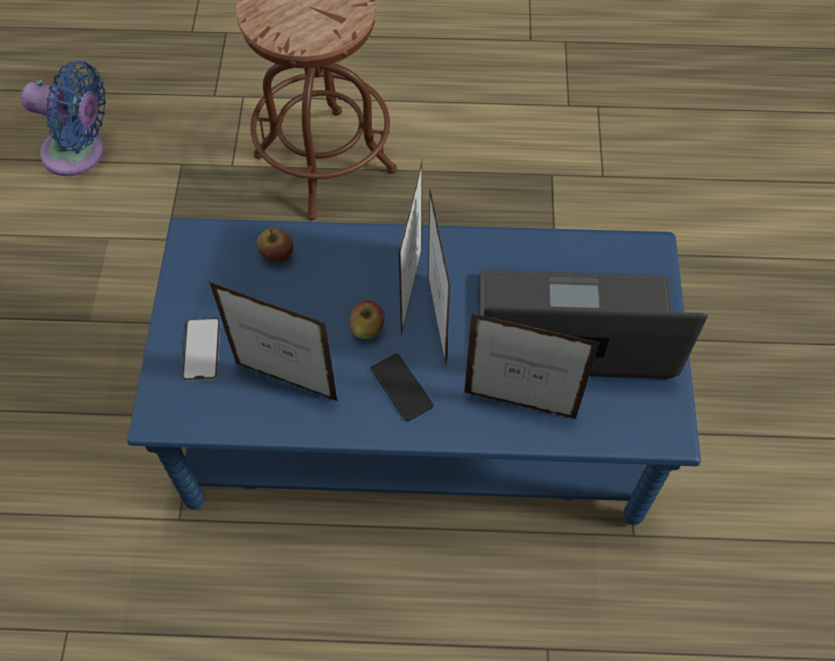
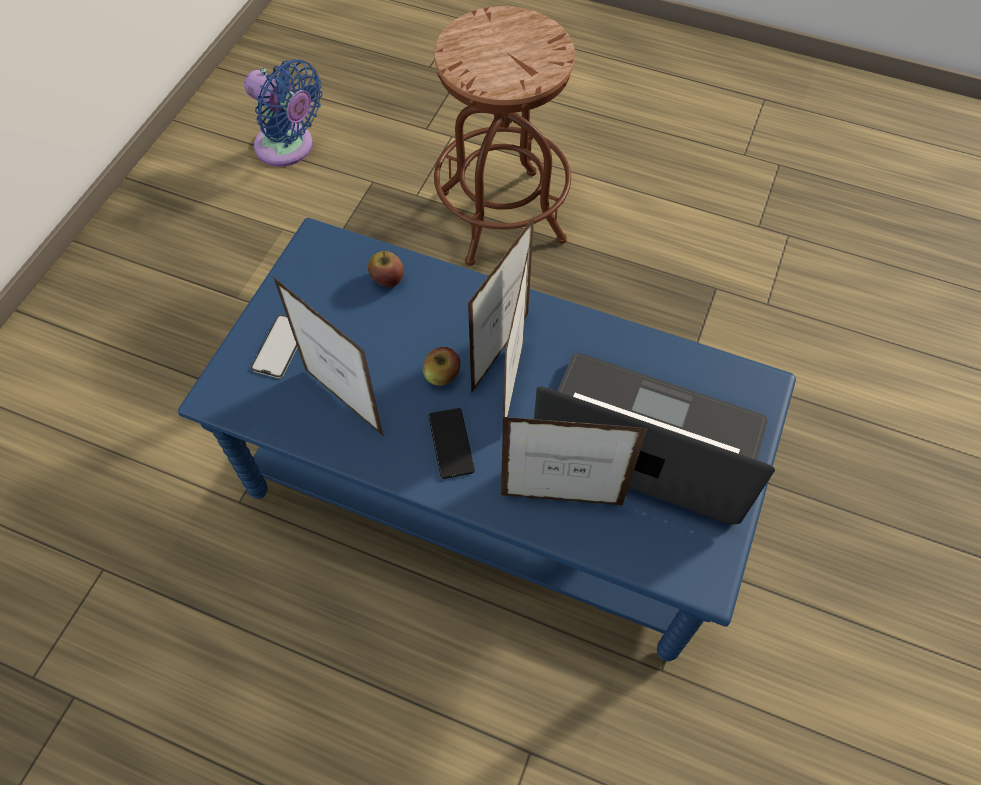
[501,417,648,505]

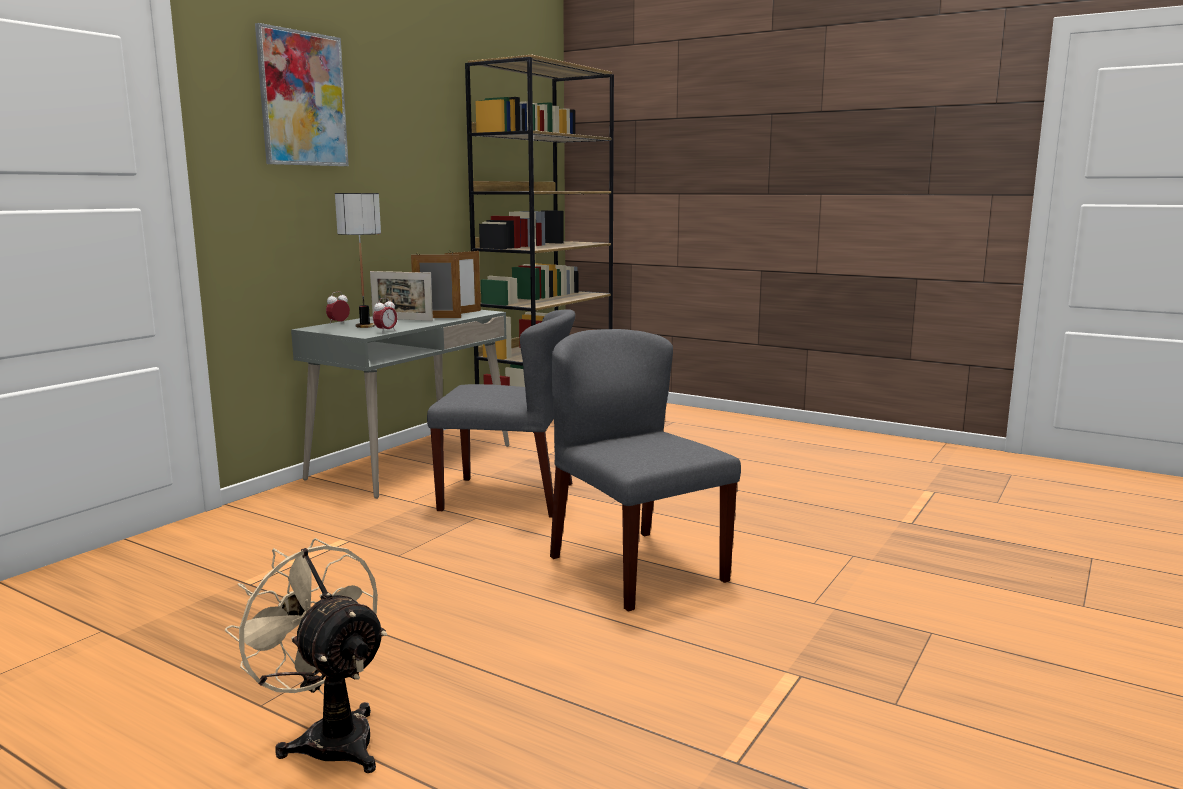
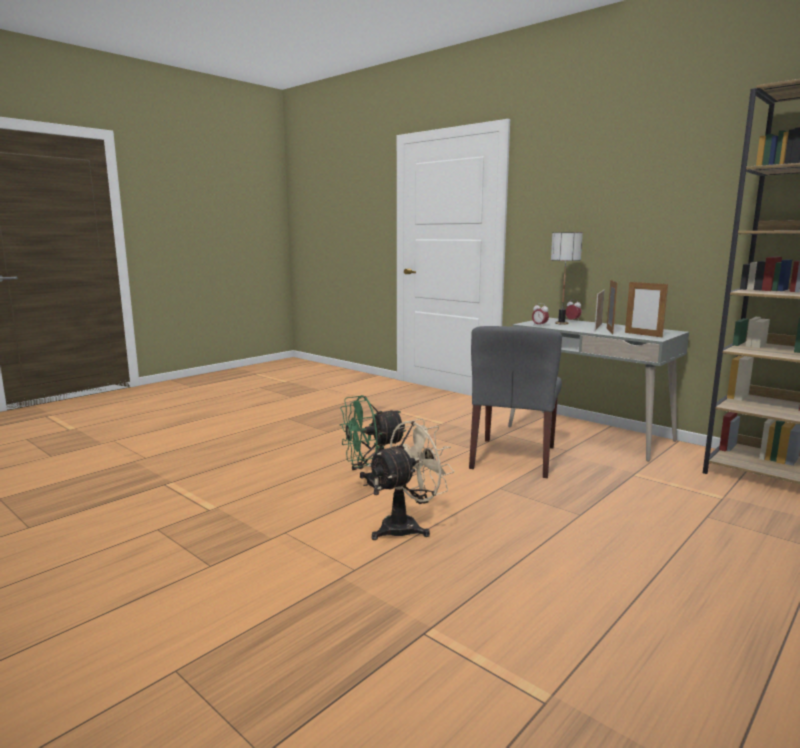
[255,23,349,166] (first image)
[367,418,455,540]
[340,395,407,495]

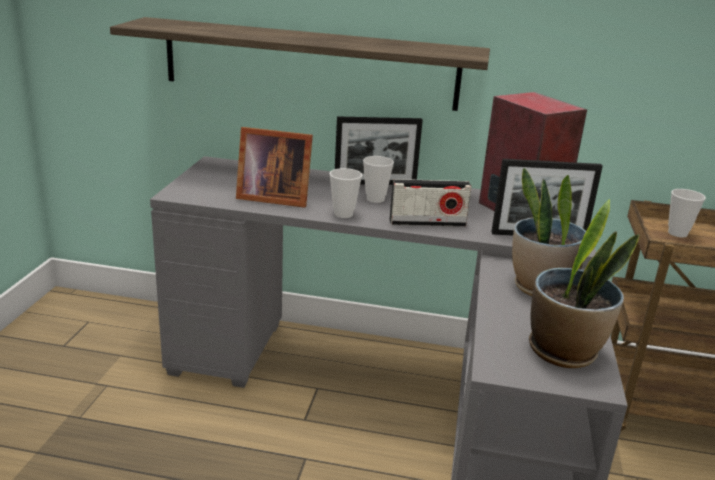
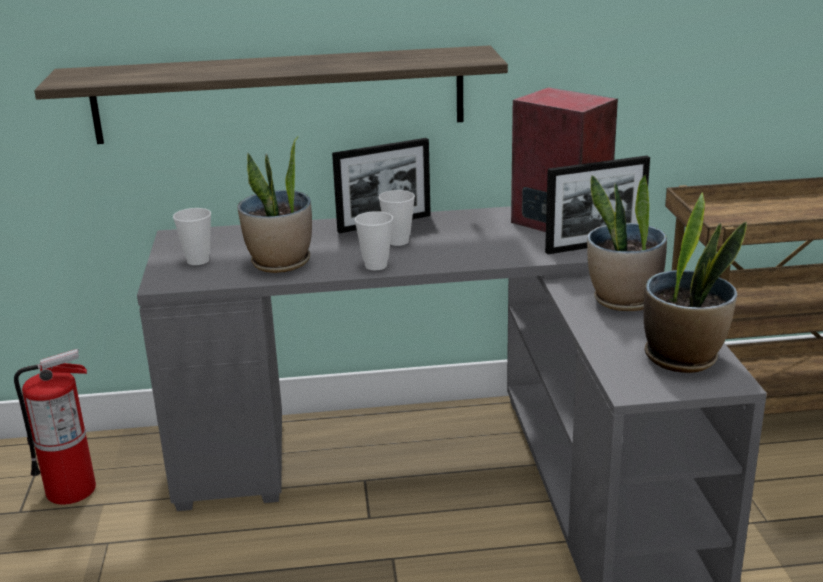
[390,179,472,227] (first image)
[14,349,96,505]
[173,208,211,265]
[237,136,312,273]

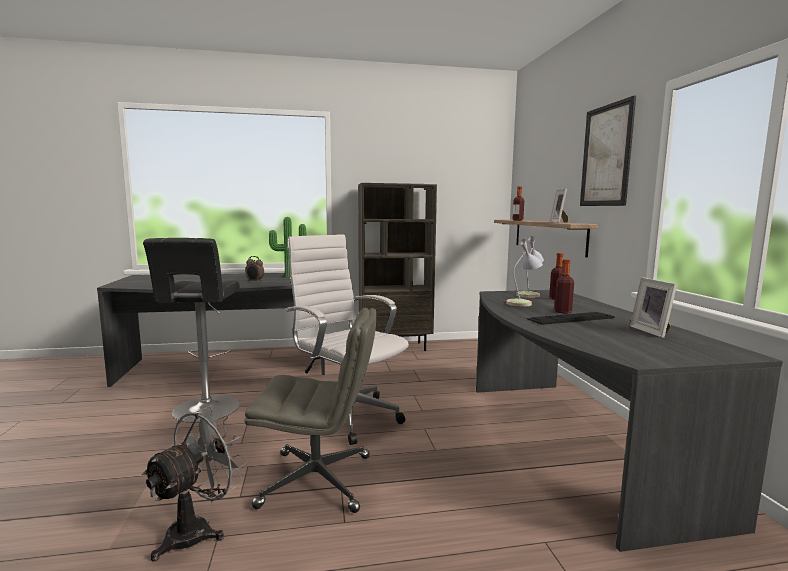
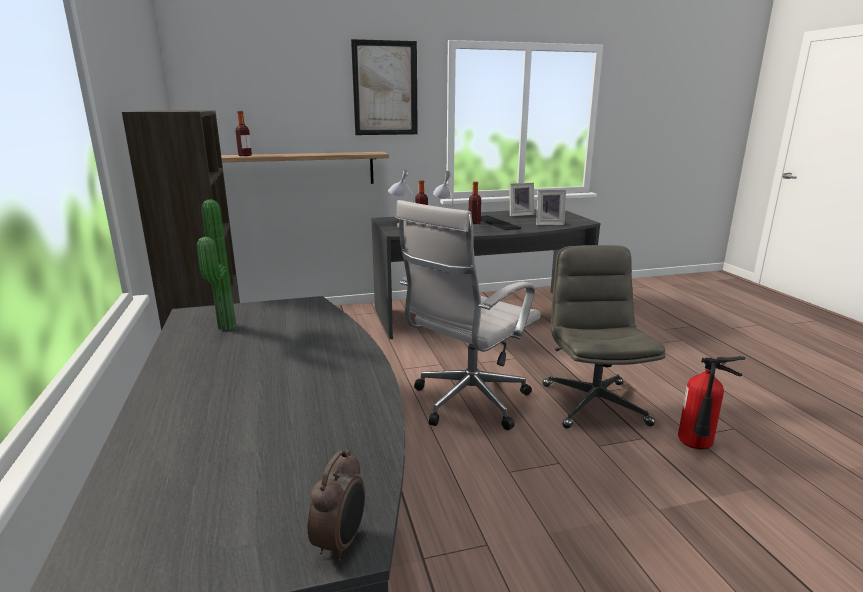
[143,238,240,423] (first image)
[308,450,365,562]
[536,190,566,225]
[678,356,745,450]

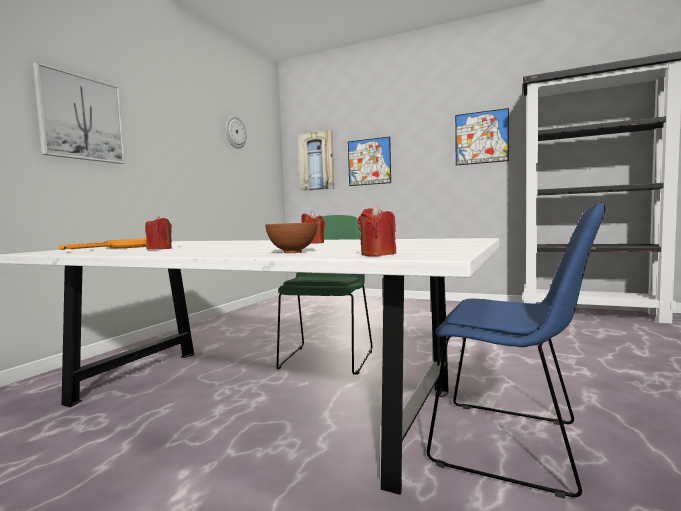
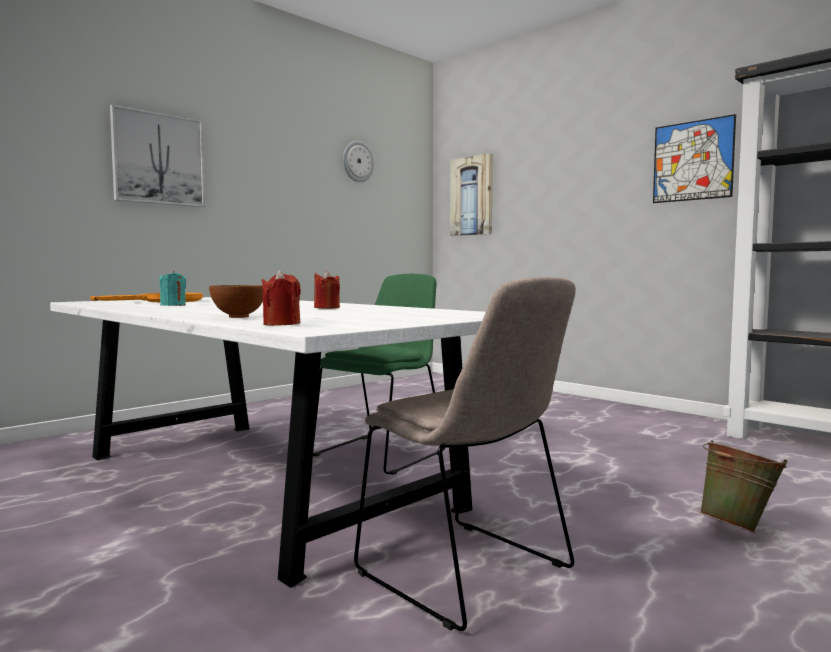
[348,137,391,186] (first image)
[699,440,787,533]
[160,270,186,306]
[354,277,576,631]

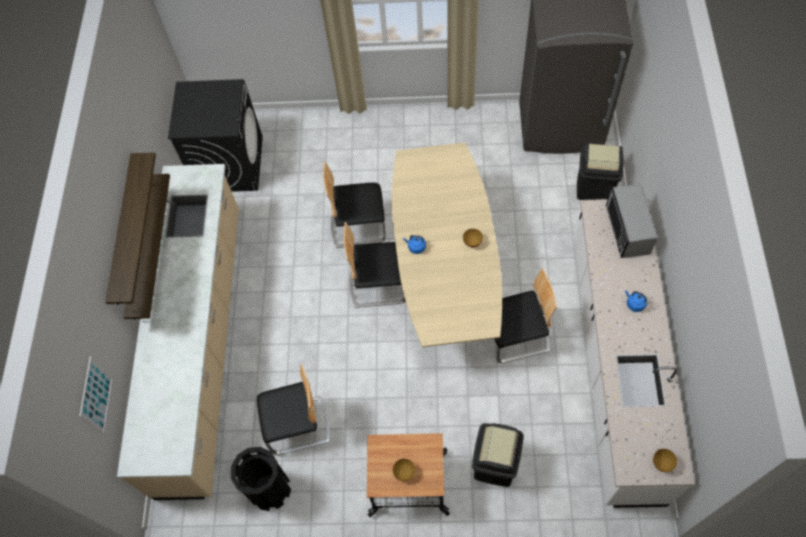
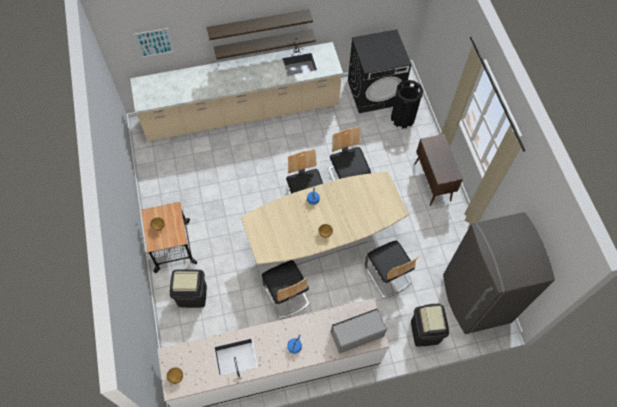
[415,134,463,206]
[391,80,423,128]
[365,240,420,298]

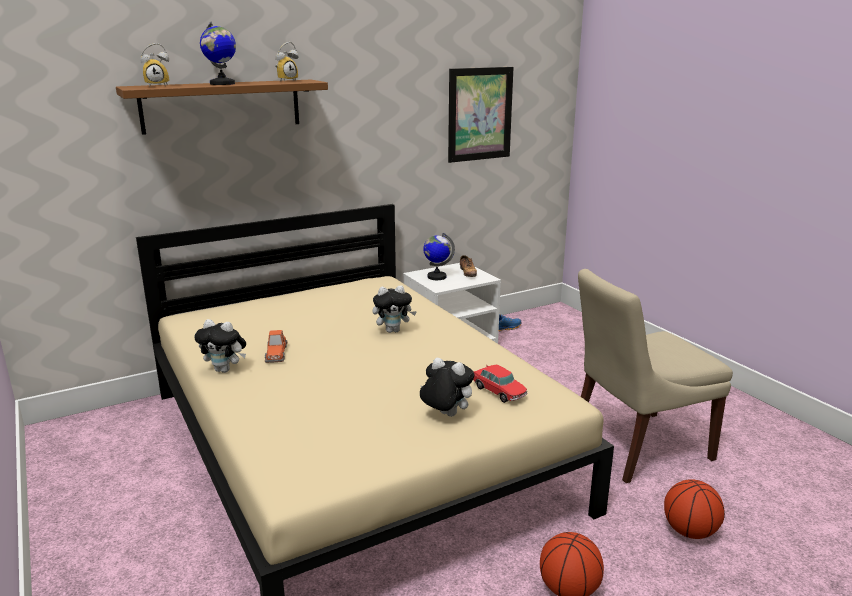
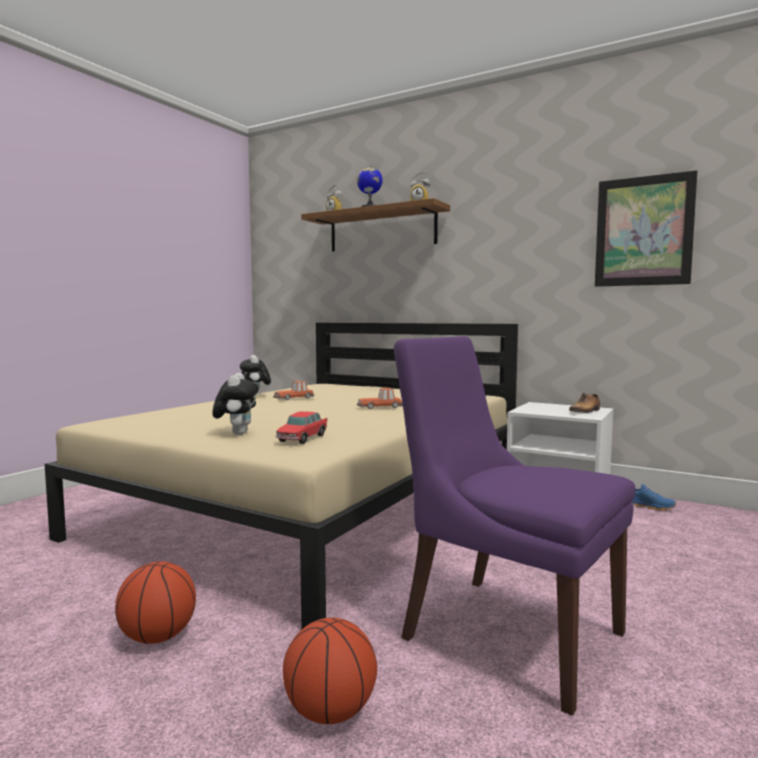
[423,233,455,280] (first image)
[357,388,403,409]
[394,336,636,716]

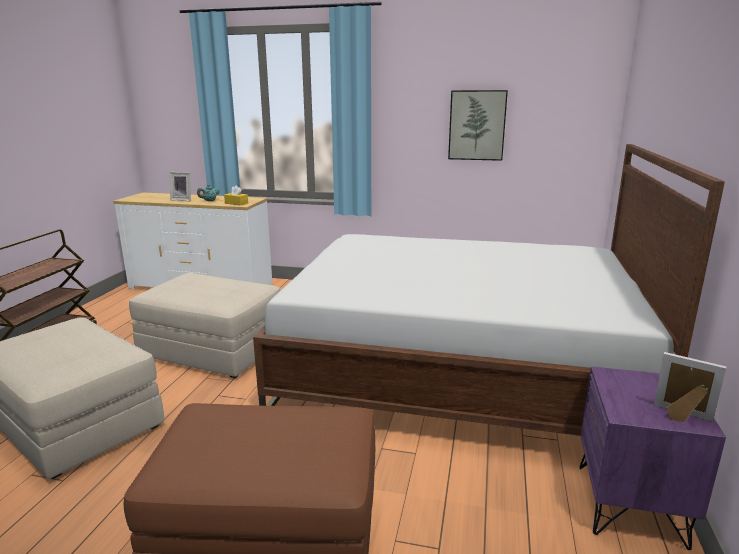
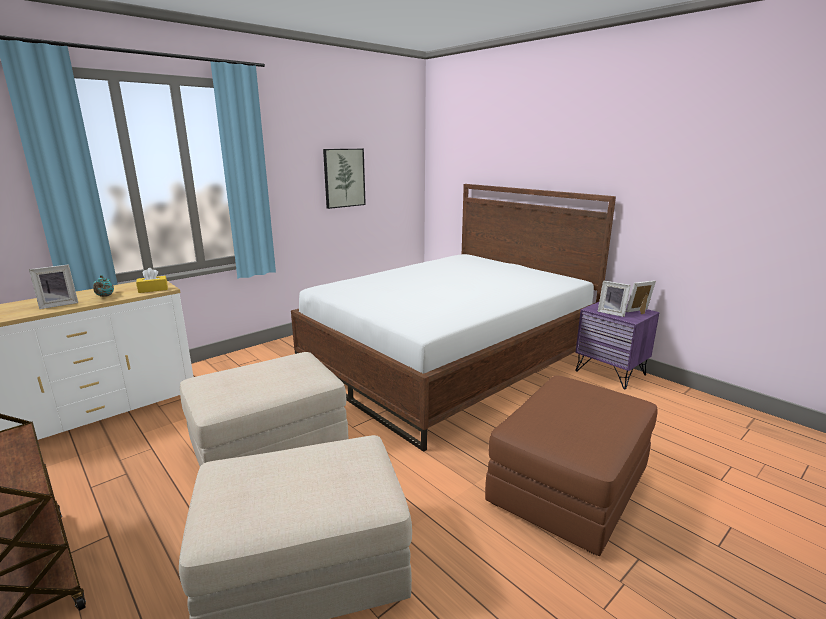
[598,281,631,317]

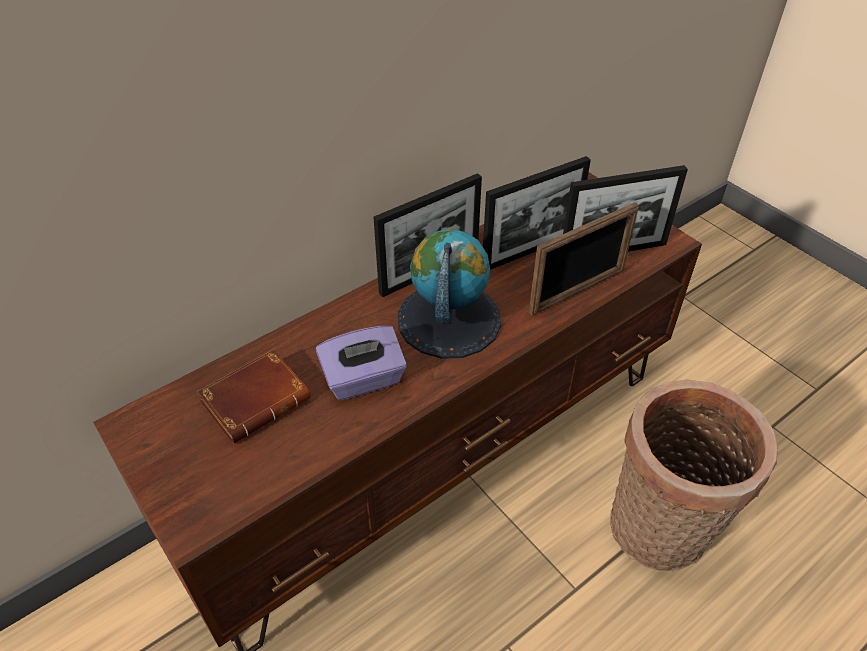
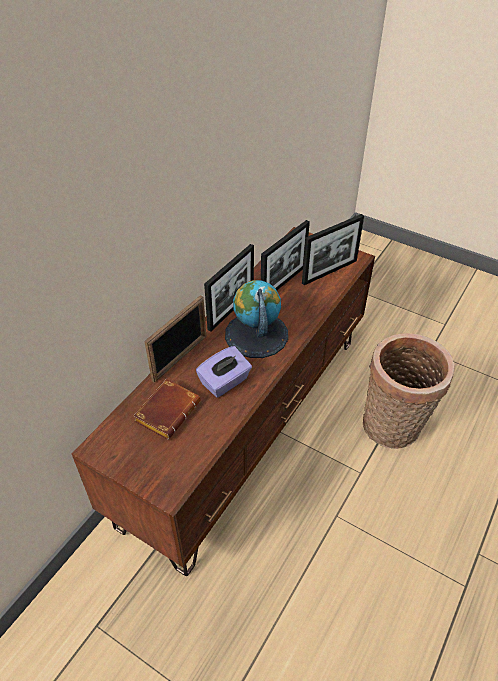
[144,295,206,383]

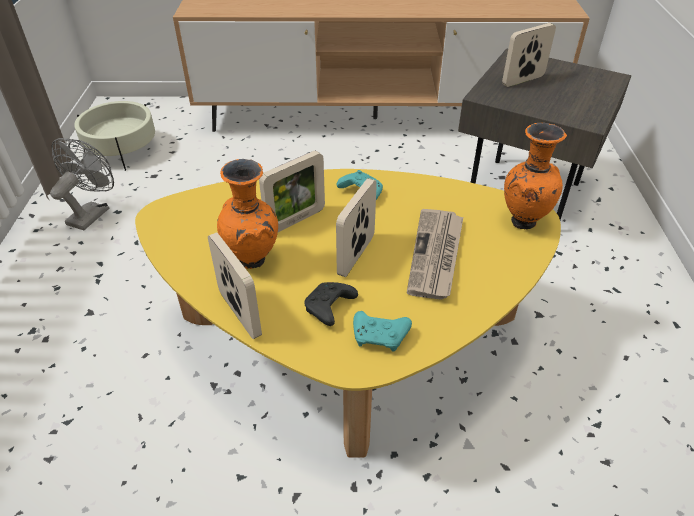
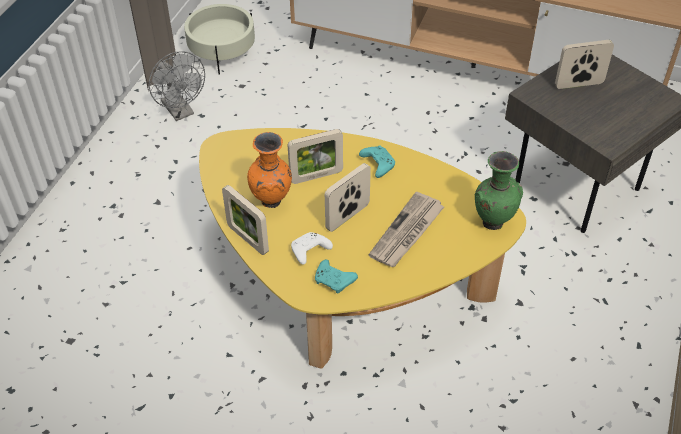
[291,232,333,265]
[475,151,523,230]
[149,51,205,121]
[222,185,269,255]

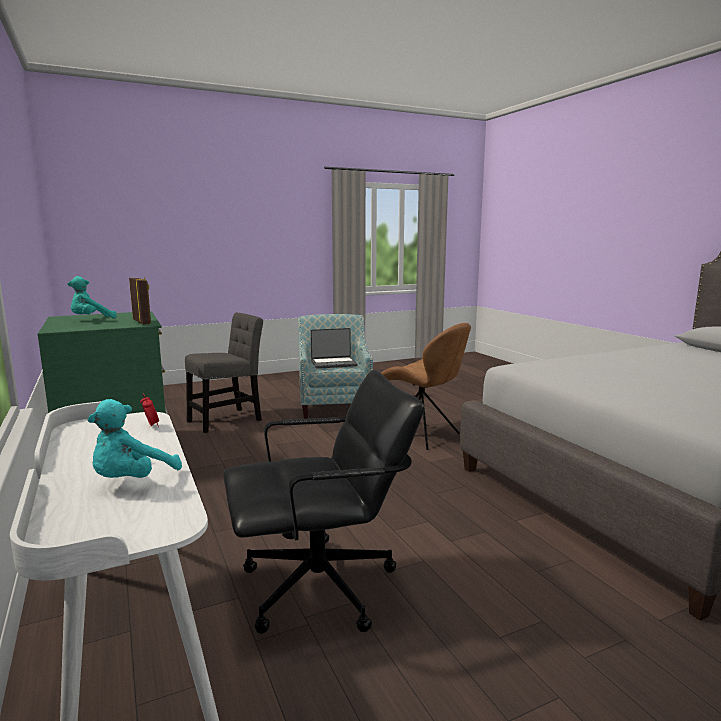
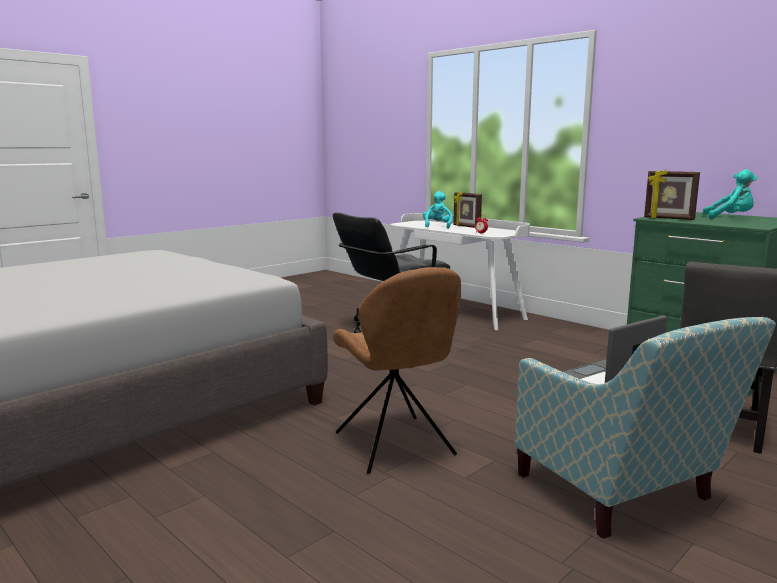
[453,192,482,228]
[703,169,757,219]
[333,267,461,474]

